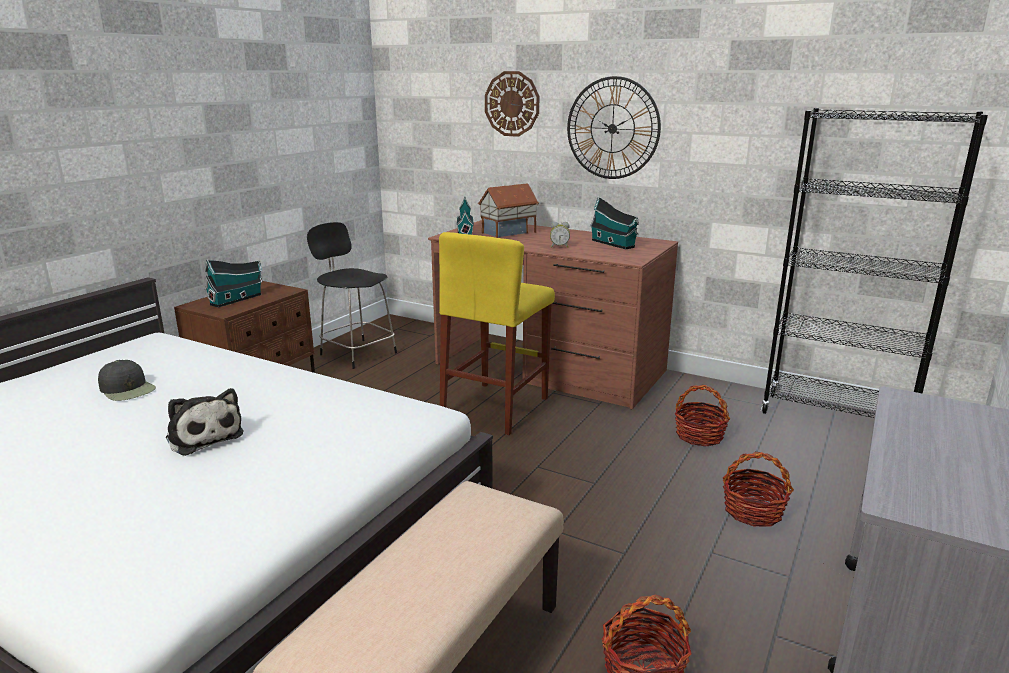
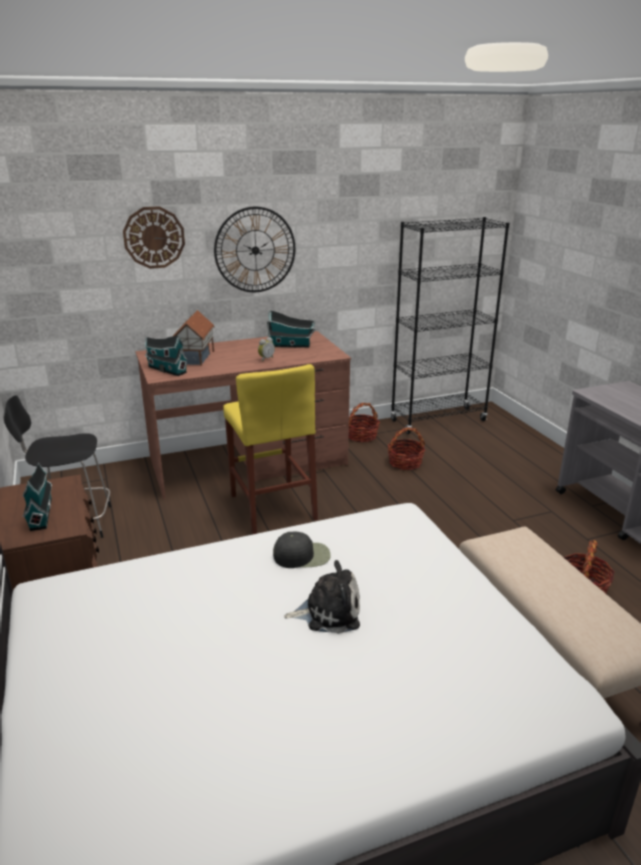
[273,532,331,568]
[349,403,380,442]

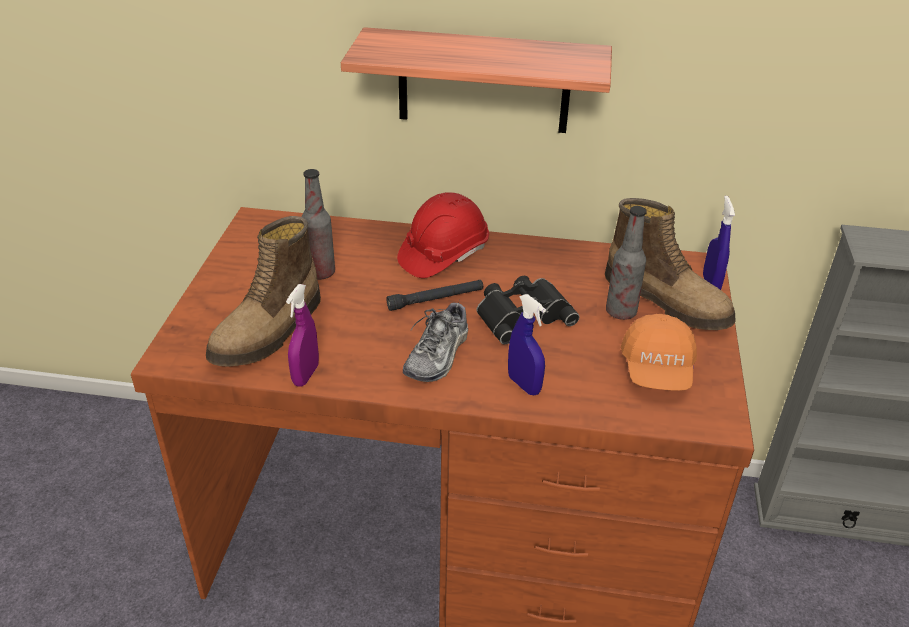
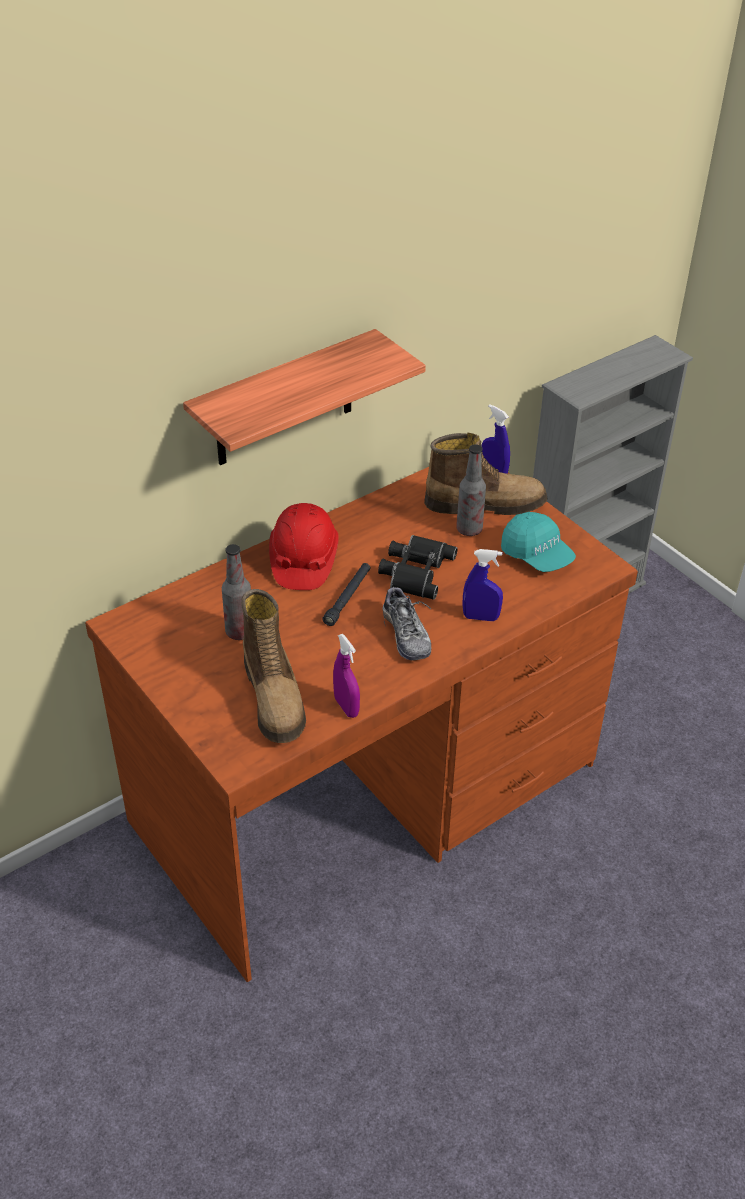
[501,512,576,572]

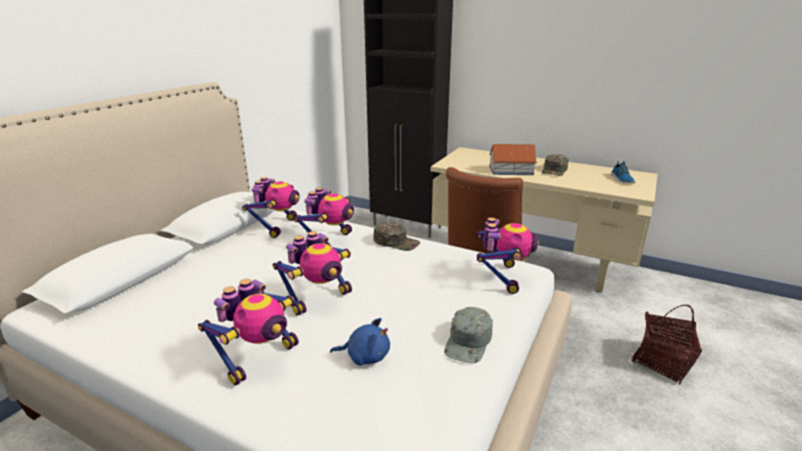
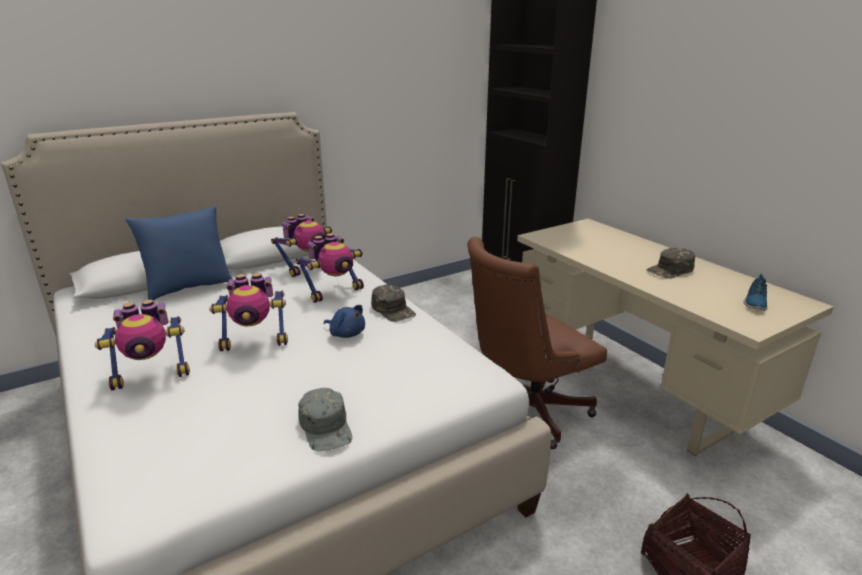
[476,217,539,294] (first image)
[489,144,537,175] (first image)
[126,206,233,301]
[324,305,365,338]
[298,388,352,451]

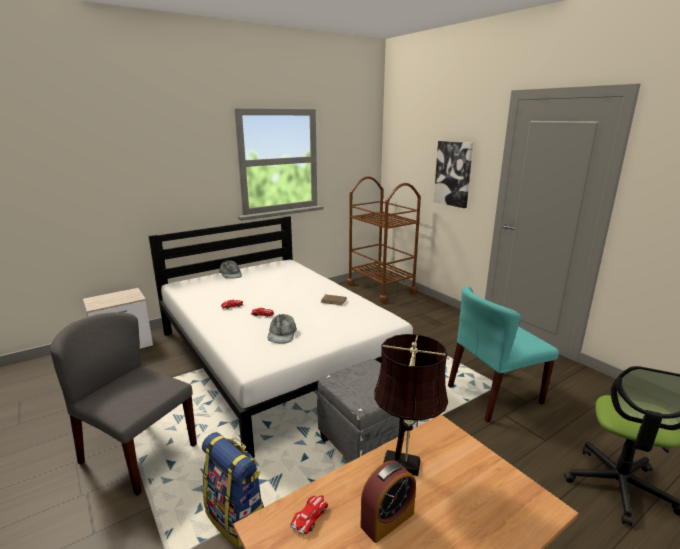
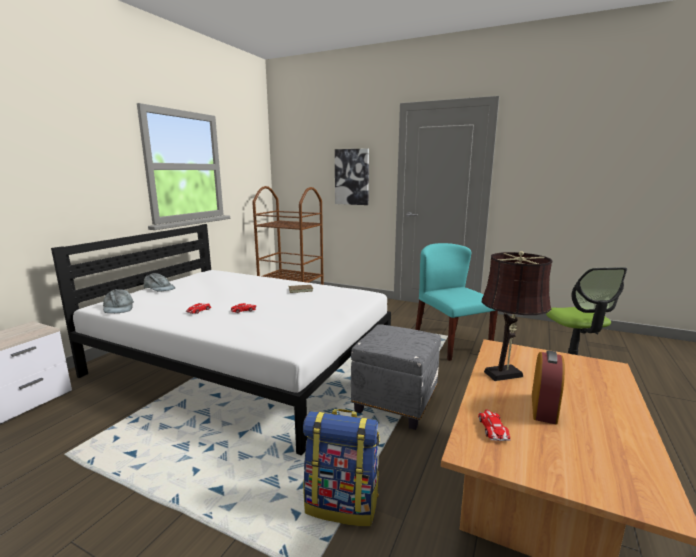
[50,312,197,496] (first image)
[103,289,134,313]
[415,243,498,361]

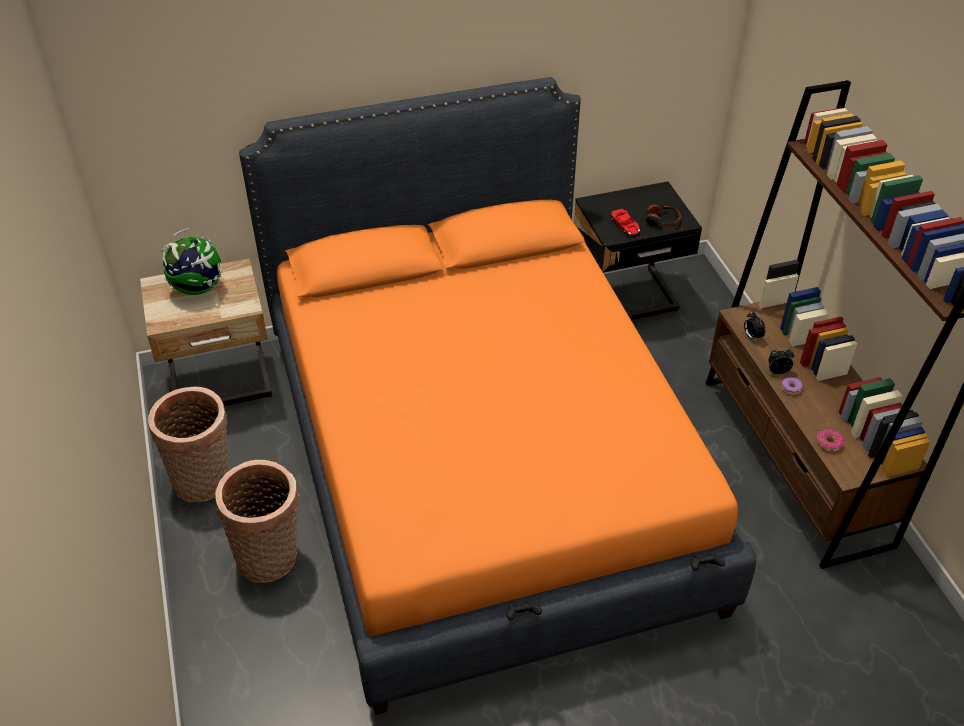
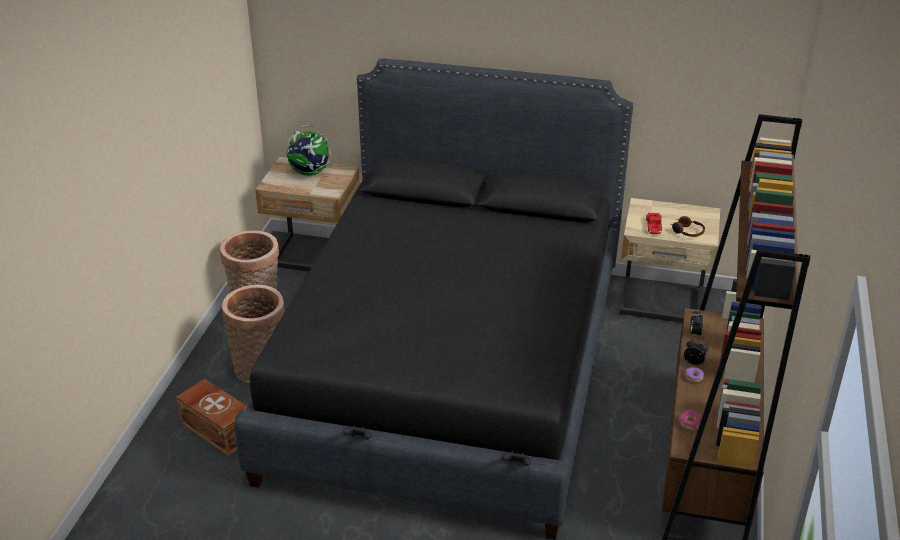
[176,379,247,456]
[235,58,633,540]
[619,198,720,323]

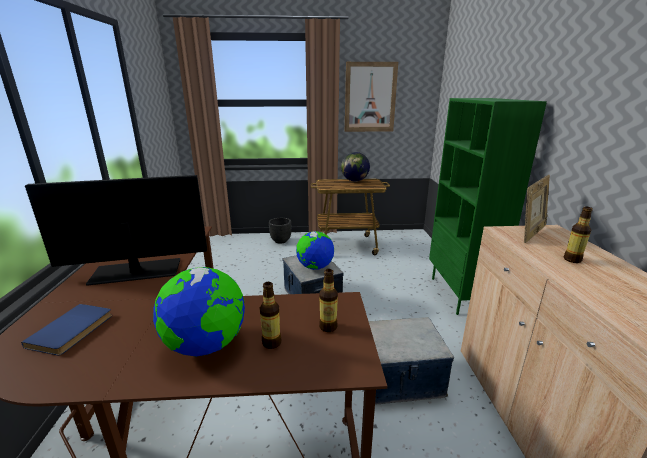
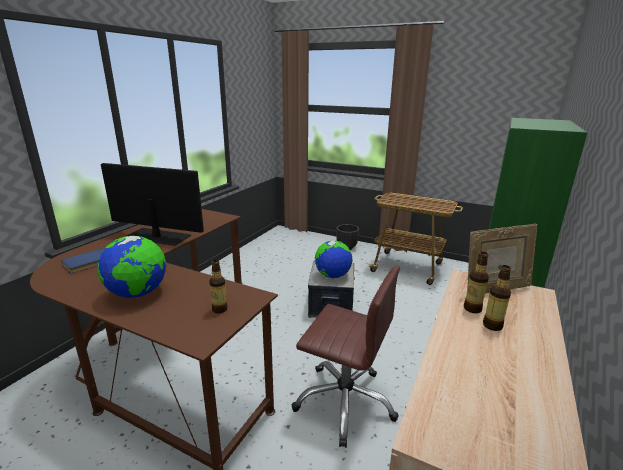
[341,152,370,182] (first image)
[345,62,398,132] (first image)
[464,252,489,313]
[292,265,400,448]

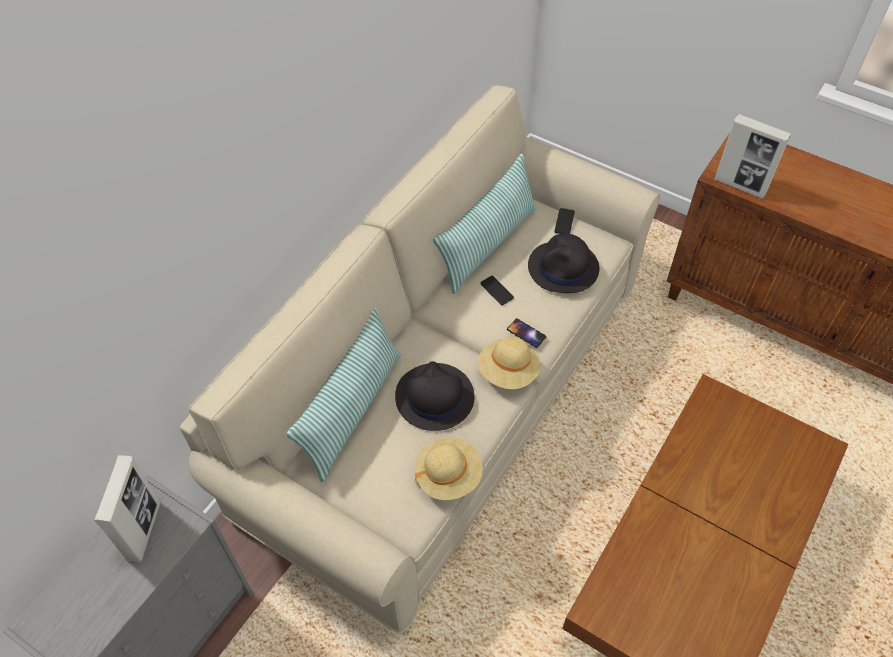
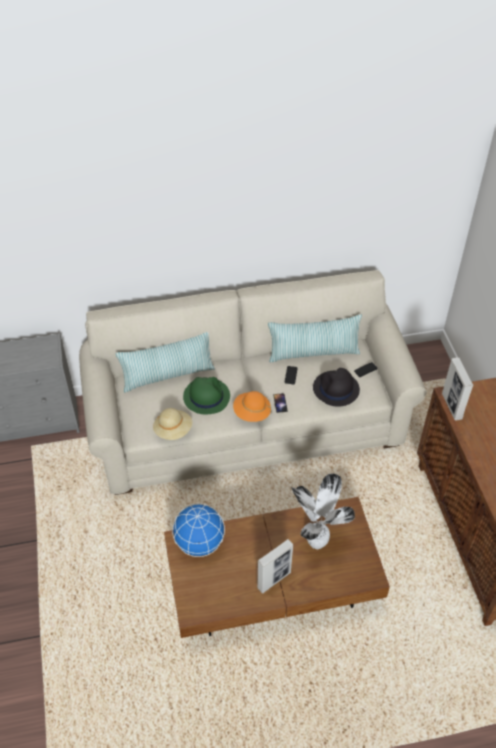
[172,504,225,557]
[291,474,355,549]
[257,539,293,593]
[183,377,230,414]
[233,391,271,422]

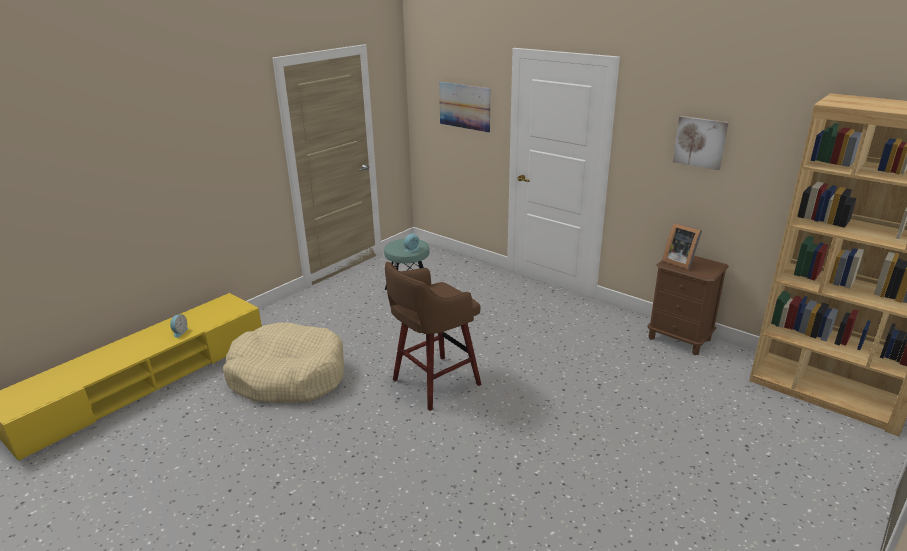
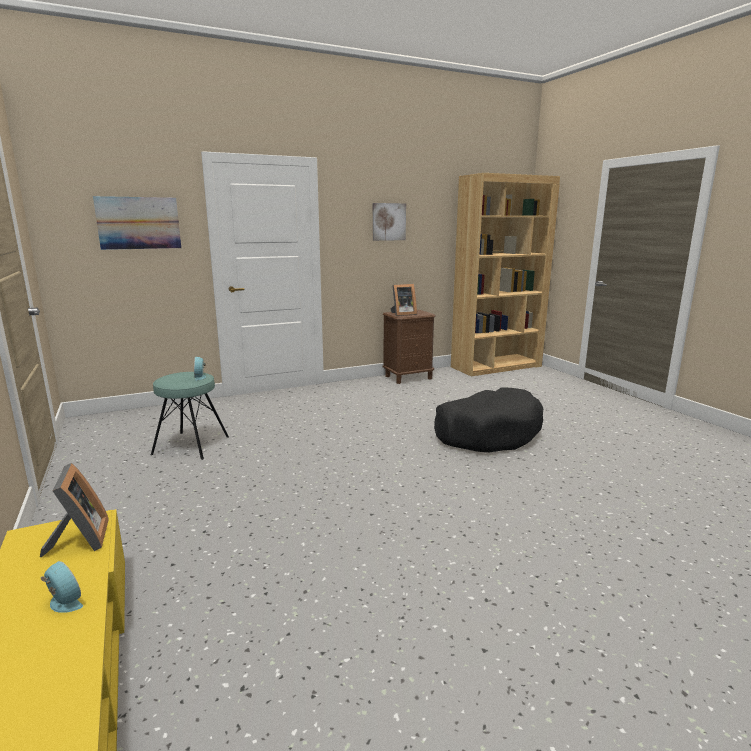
[223,322,344,403] (first image)
[385,262,482,411] (first image)
[40,463,109,557]
[434,388,543,452]

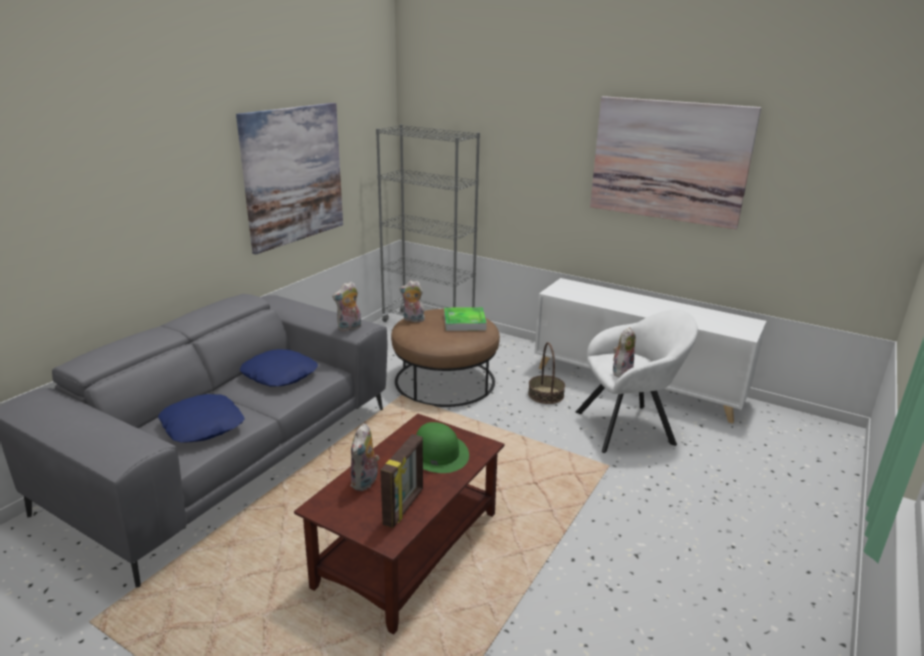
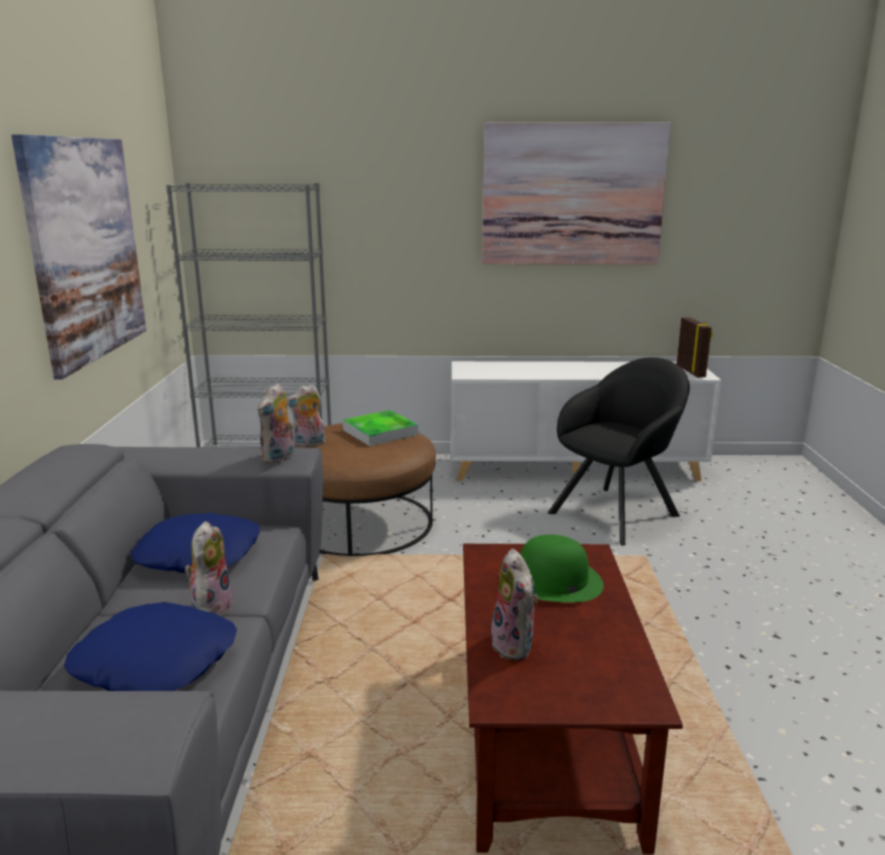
[528,342,565,404] (first image)
[676,317,713,378]
[185,521,234,617]
[548,357,690,546]

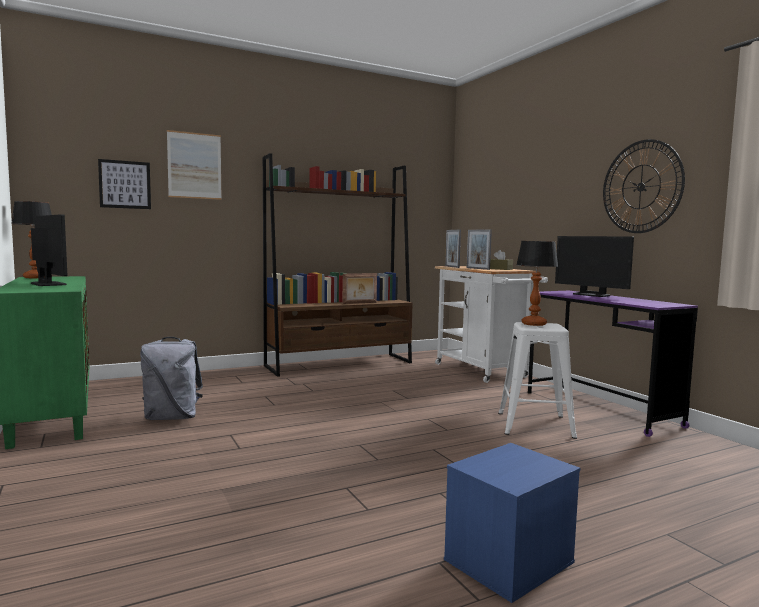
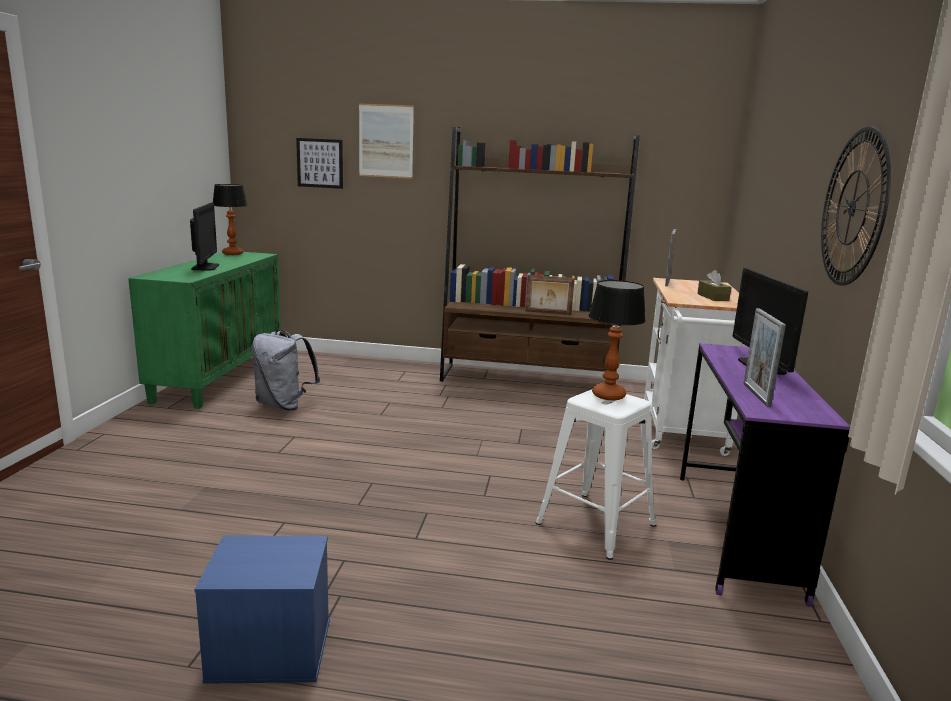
[743,308,786,407]

